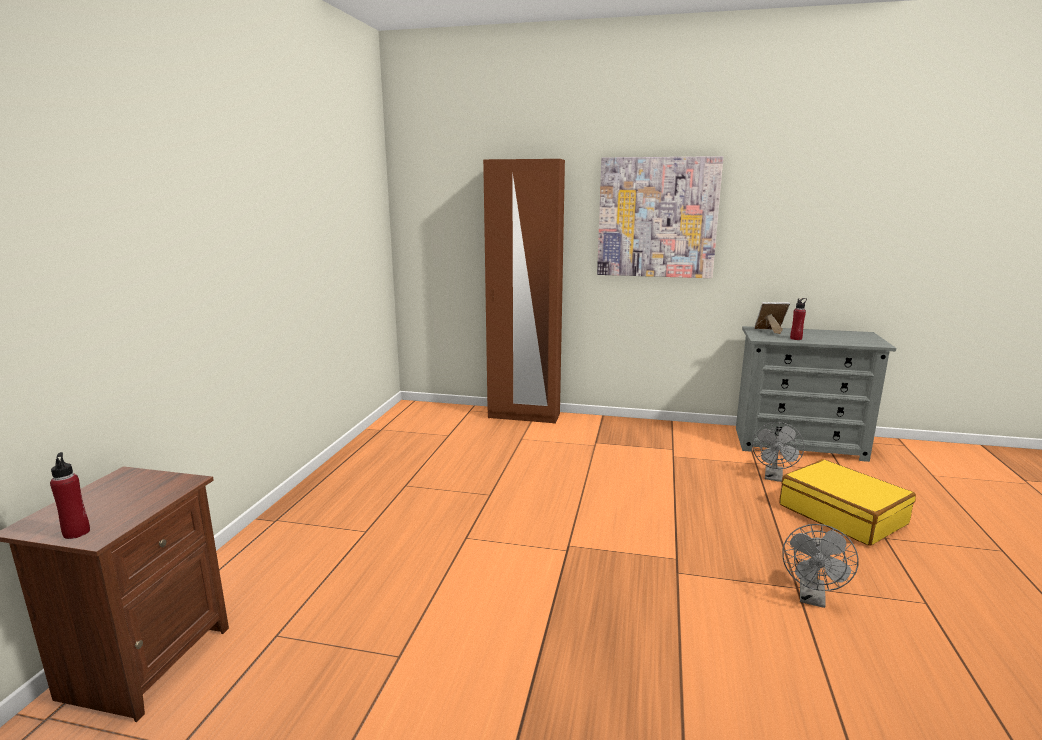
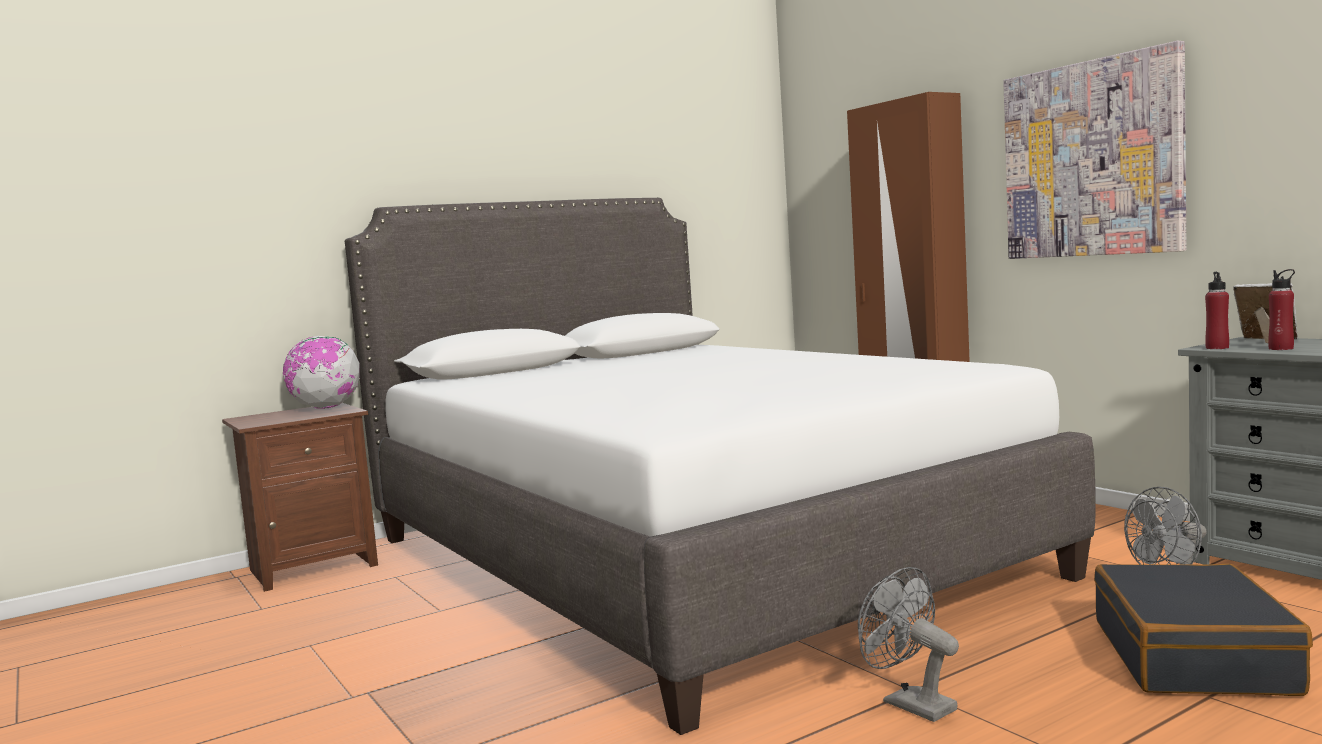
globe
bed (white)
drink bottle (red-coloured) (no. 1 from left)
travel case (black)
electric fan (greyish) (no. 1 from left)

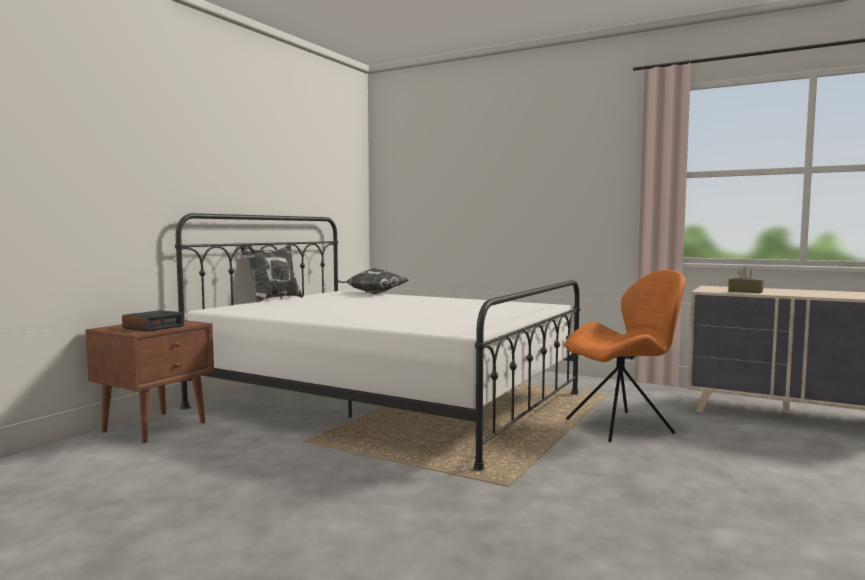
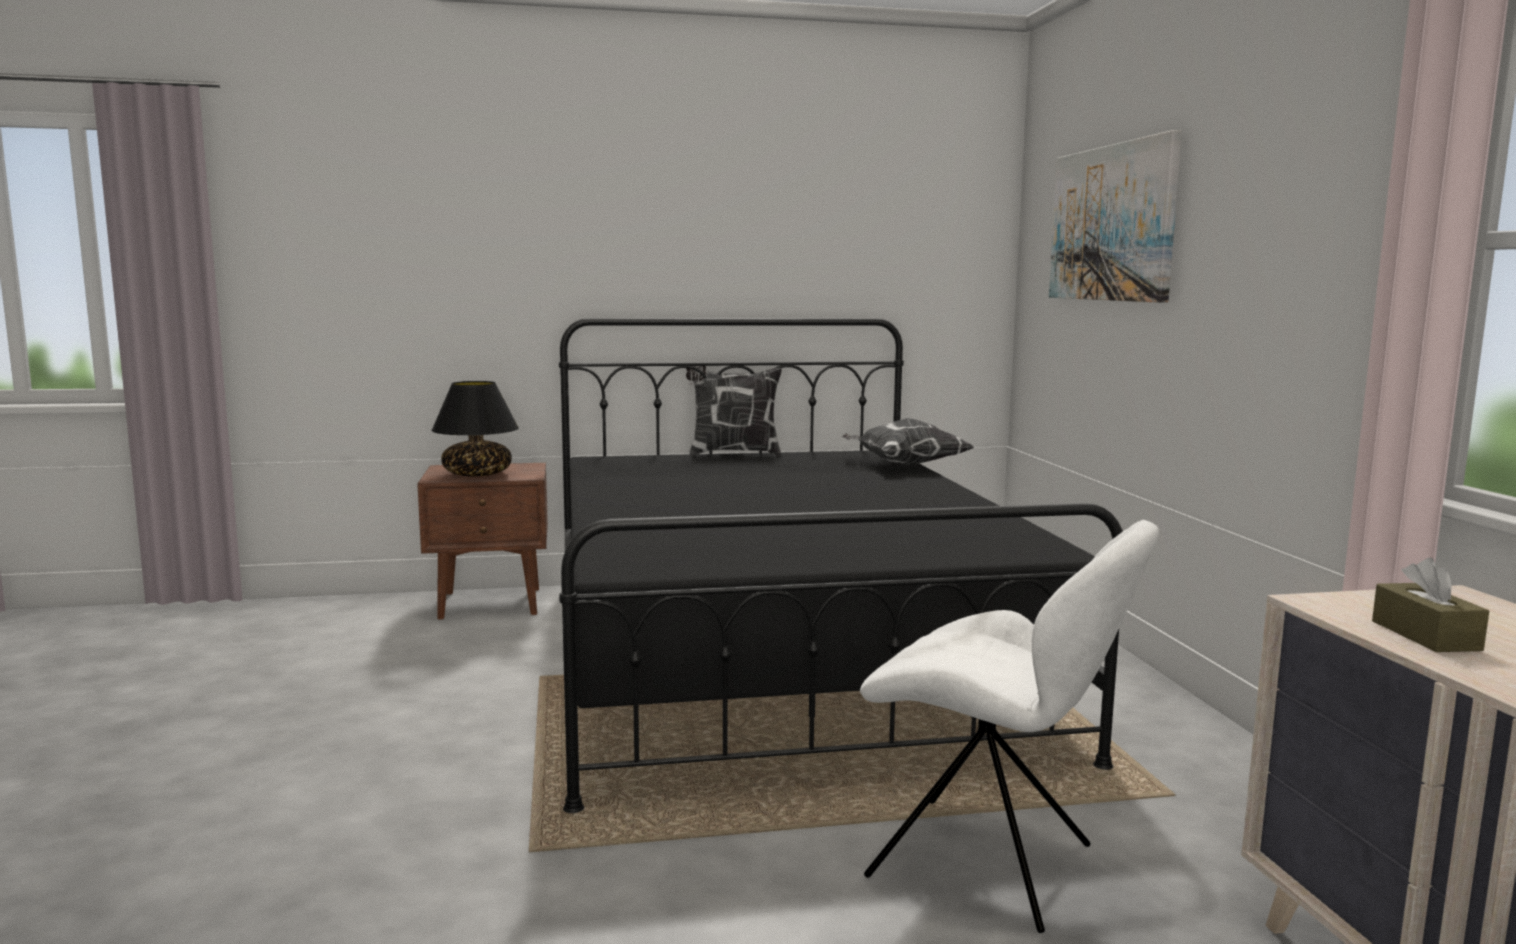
picture
table lamp (black)
bed (black)
upright chair (white)

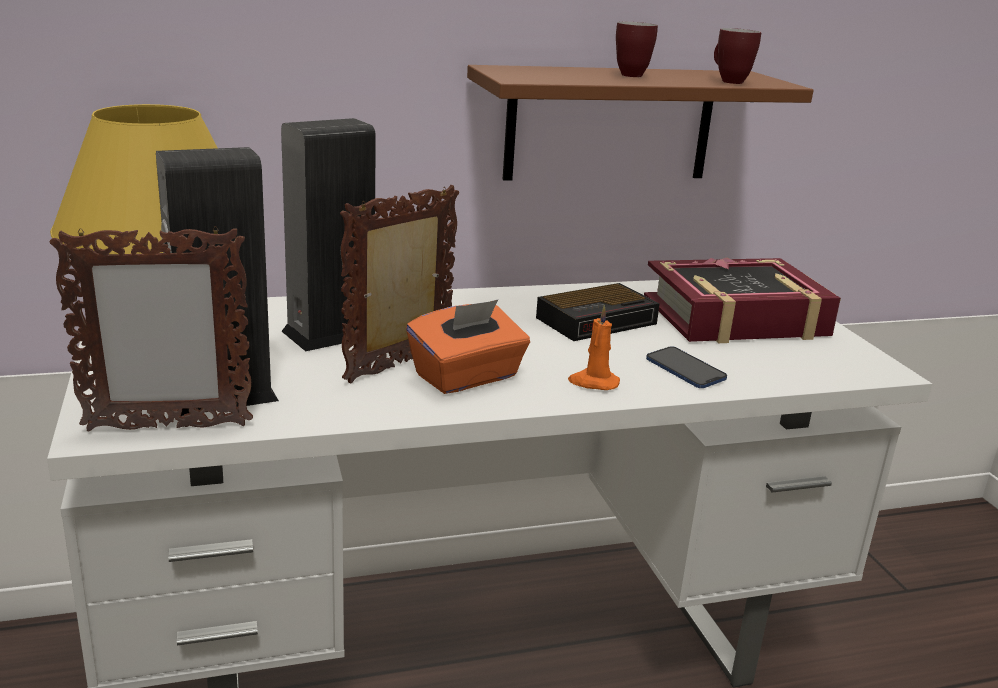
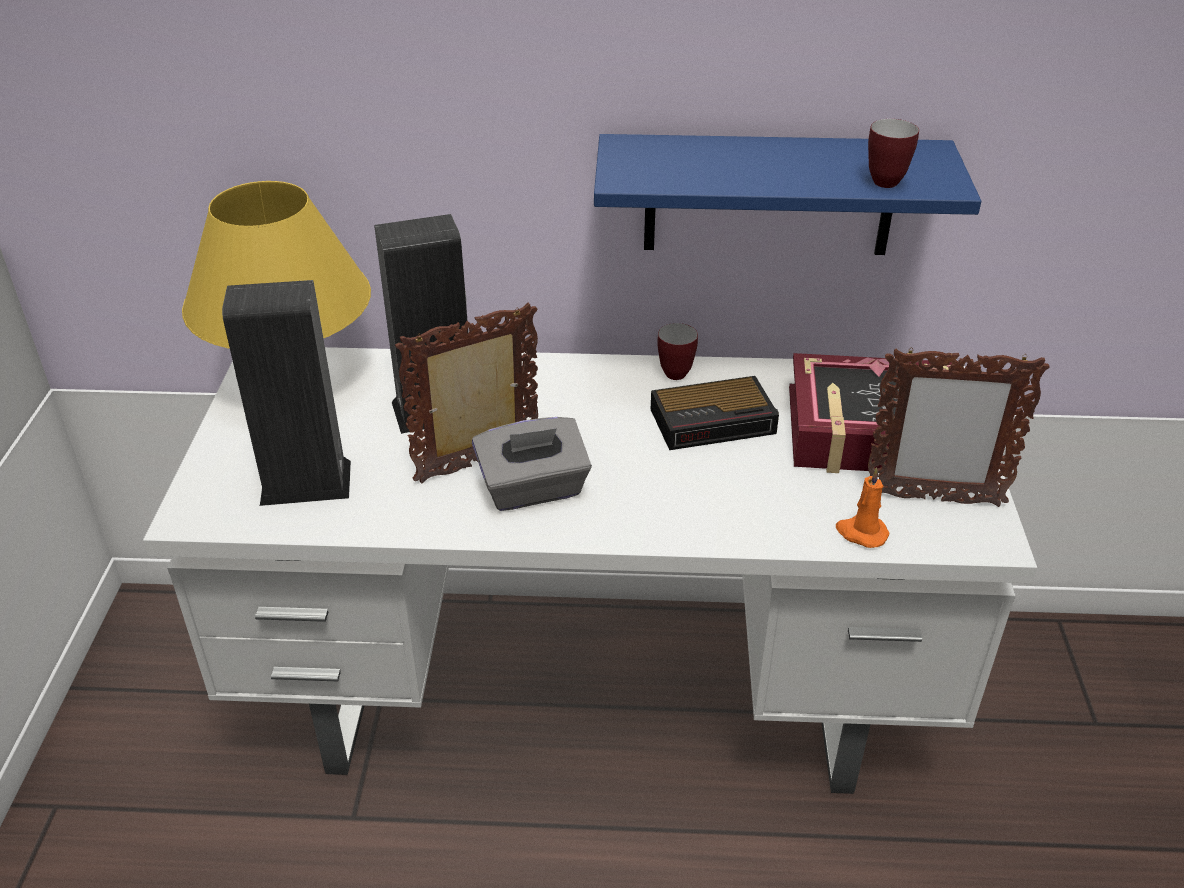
telephone
standing frame (no. 2 from left)
wax light (orange)
mug (no. 1 from left)
tissue holder (greyish)
bracket shelf (bluish)

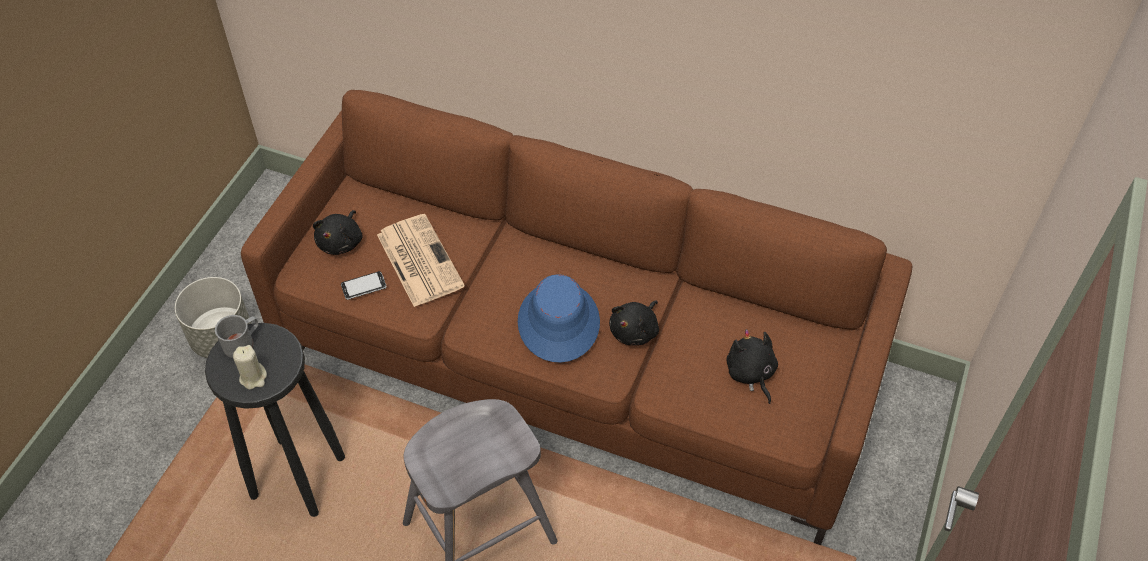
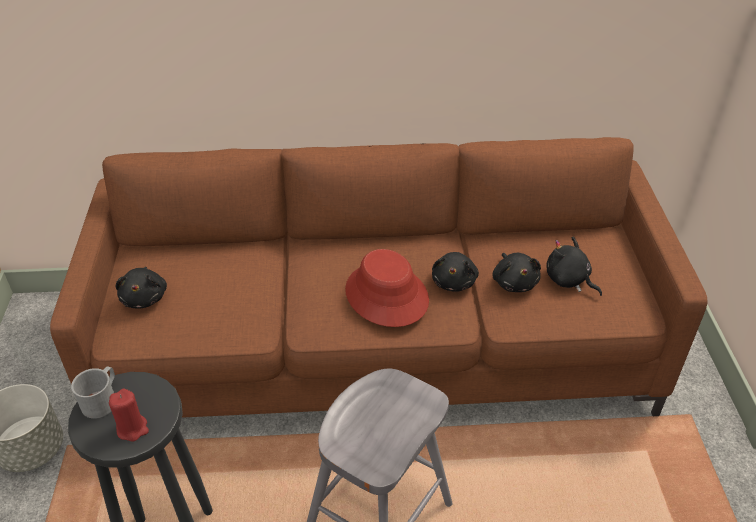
telephone
newspaper
cuddly toy (black) (no. 3 from left)
wax light (red-coloured)
wearable hat (red-coloured)

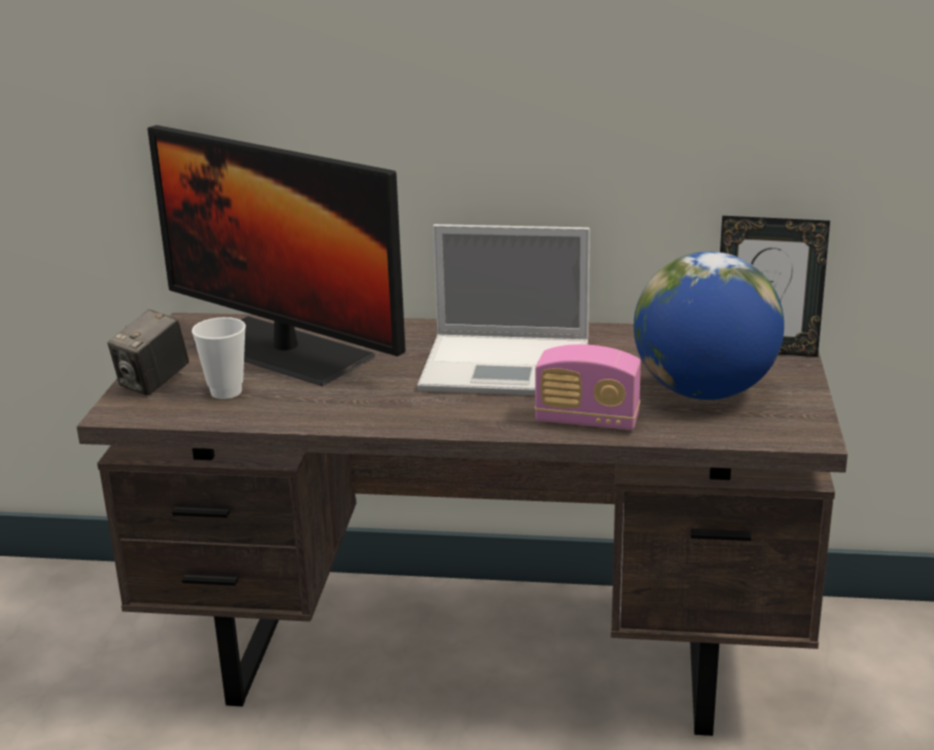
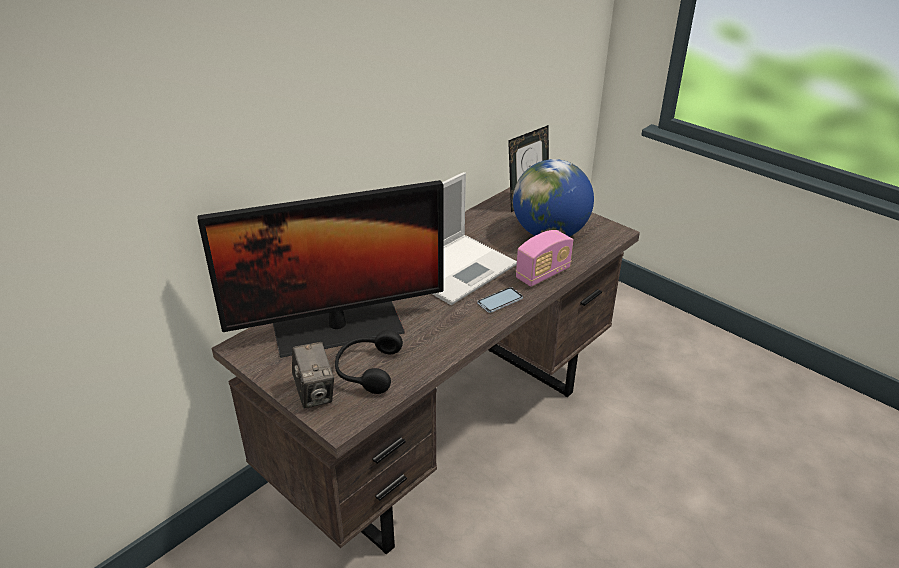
telephone
headset (black)

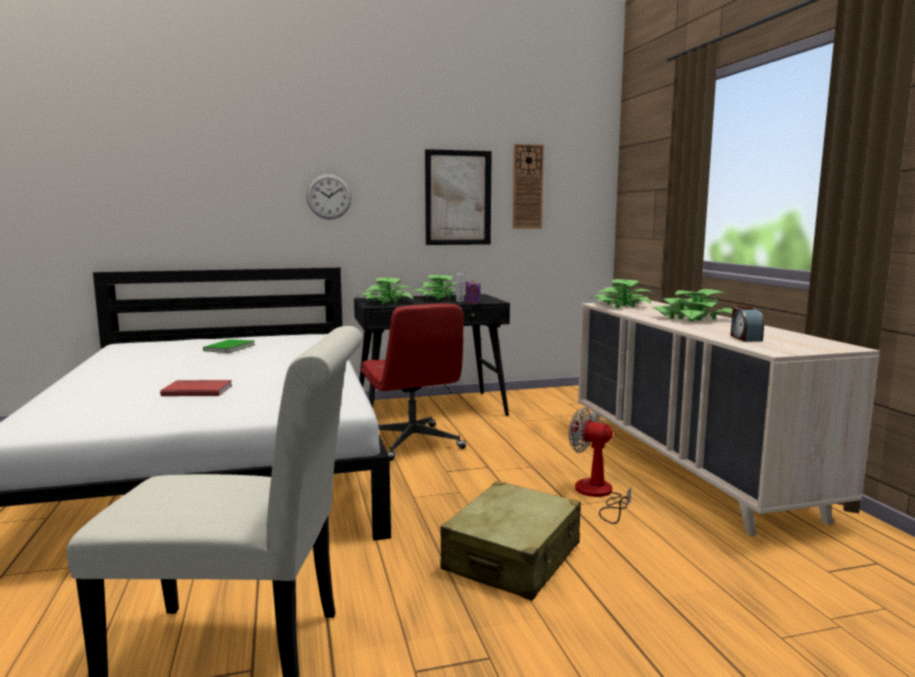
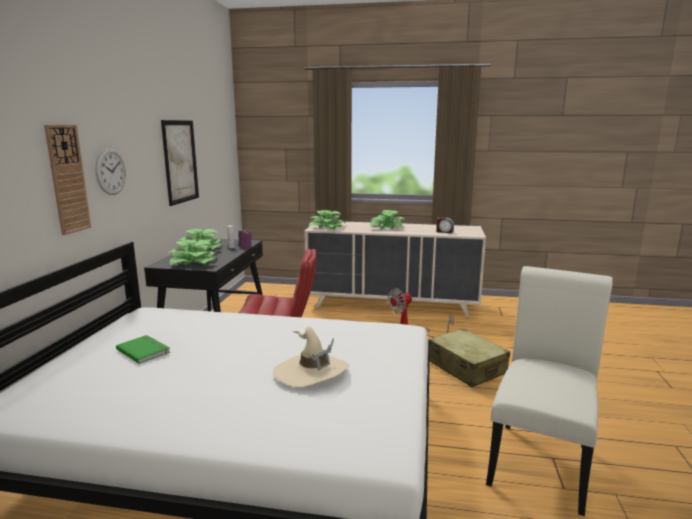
clock on the wall (no. 1 from left)
wearable hat (beige-coloured)

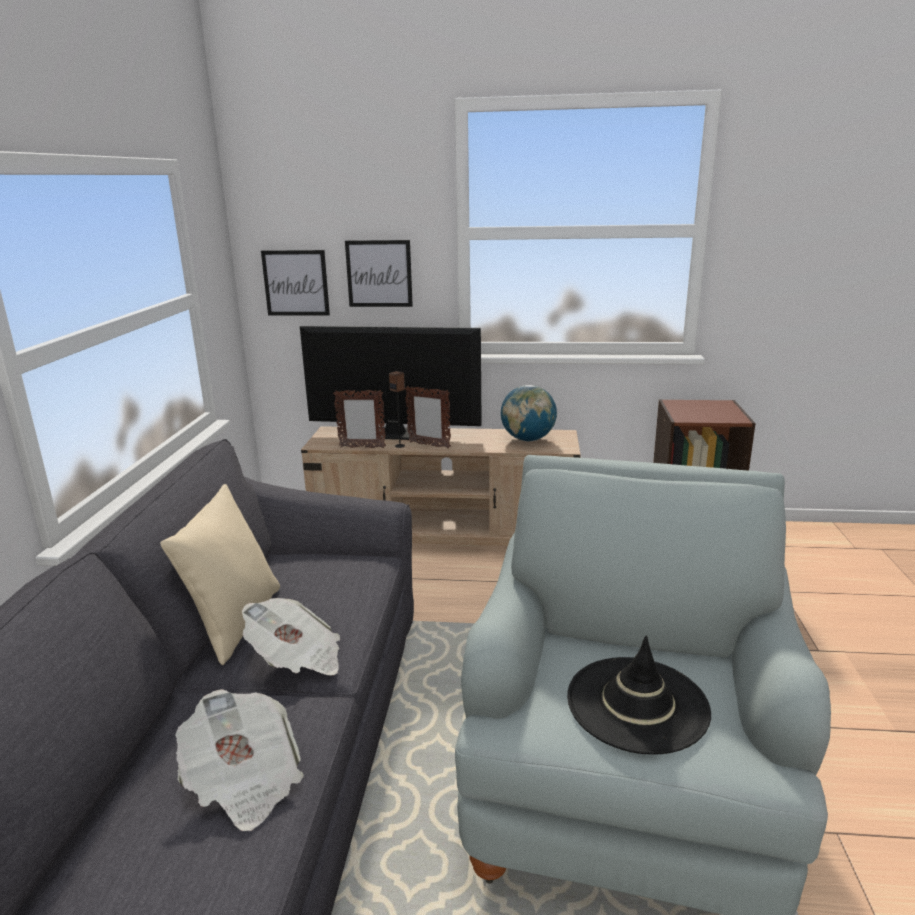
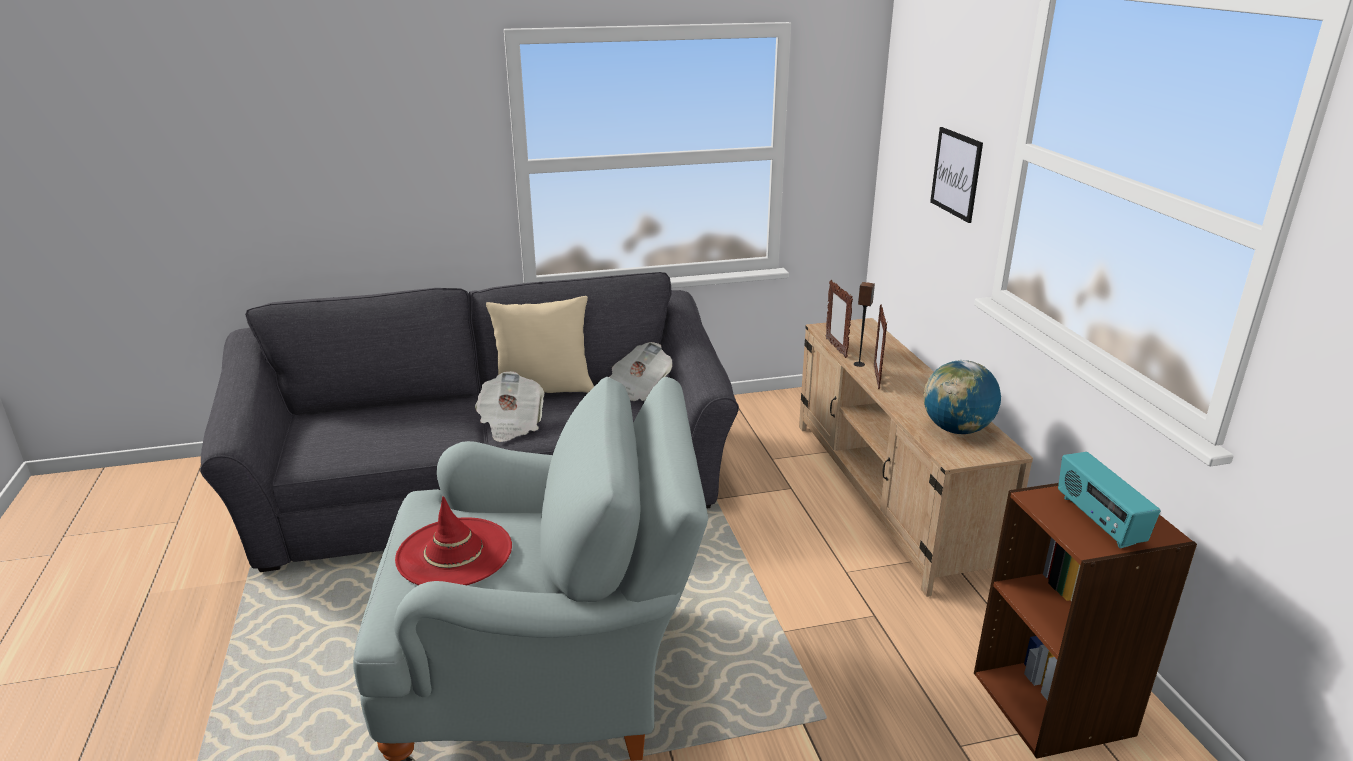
picture (no. 1 from left in the first image)
TV
radio
newspaper (no. 2 from left)
wearable hat (red-coloured)

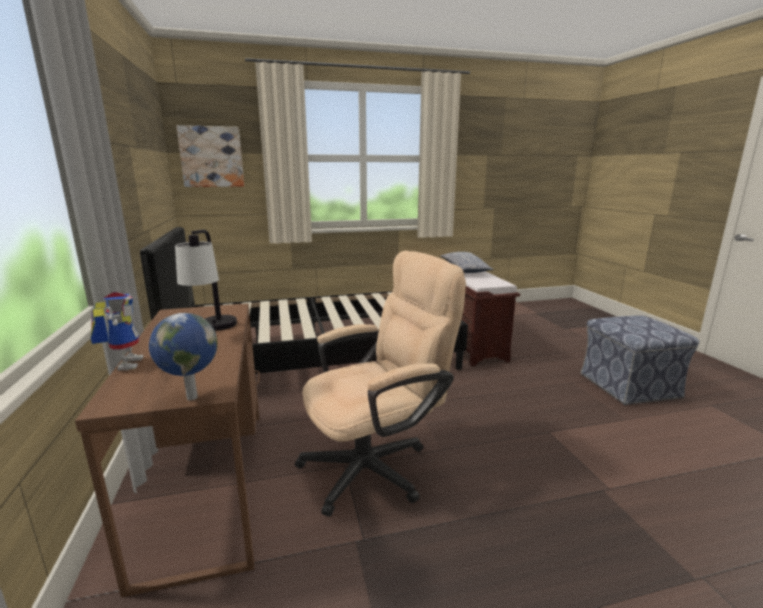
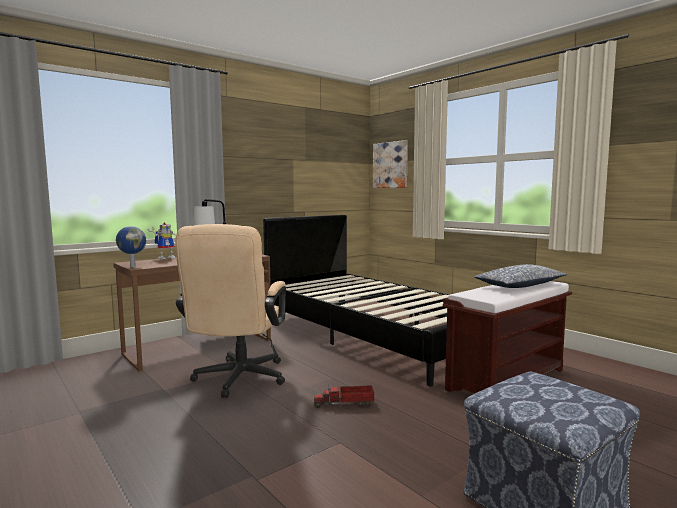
model truck
desk chair (beige-coloured)

